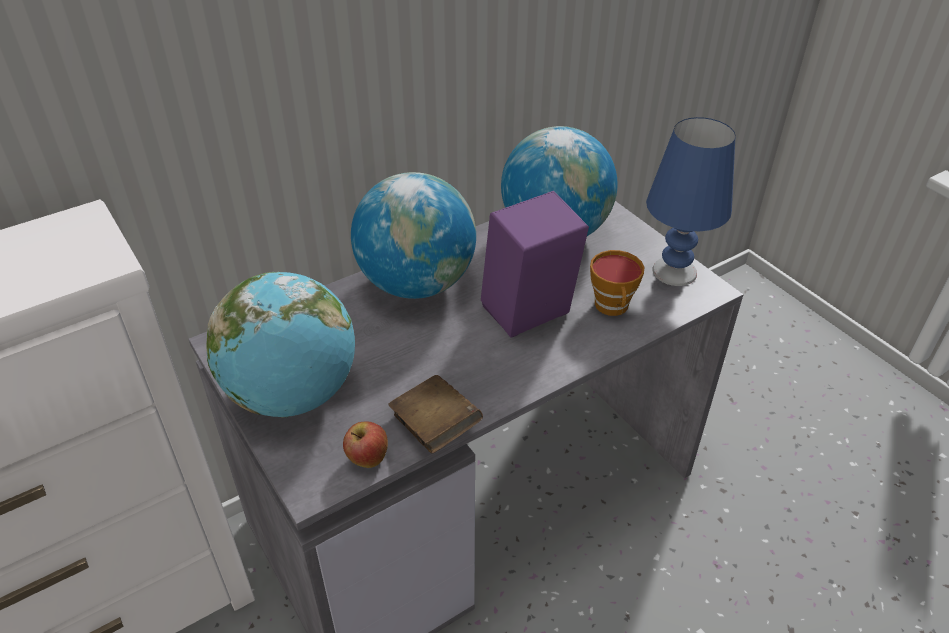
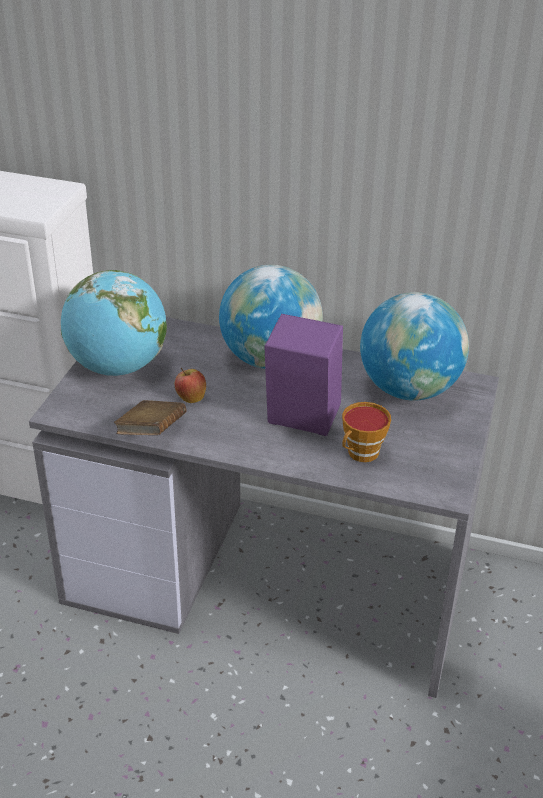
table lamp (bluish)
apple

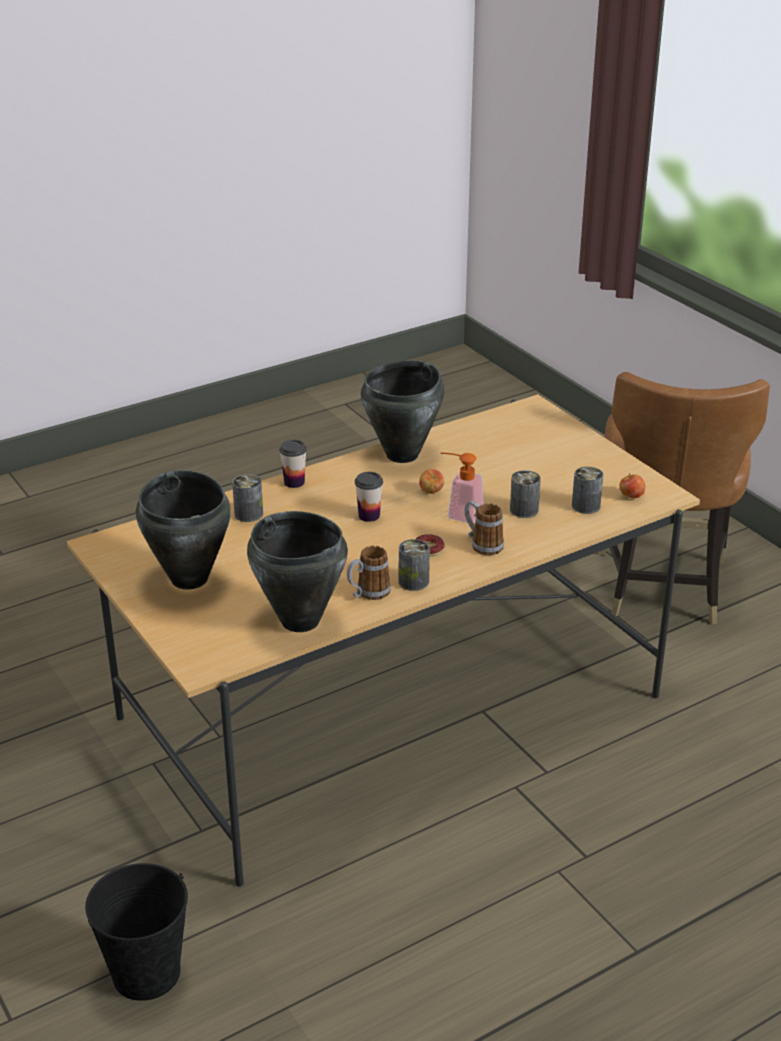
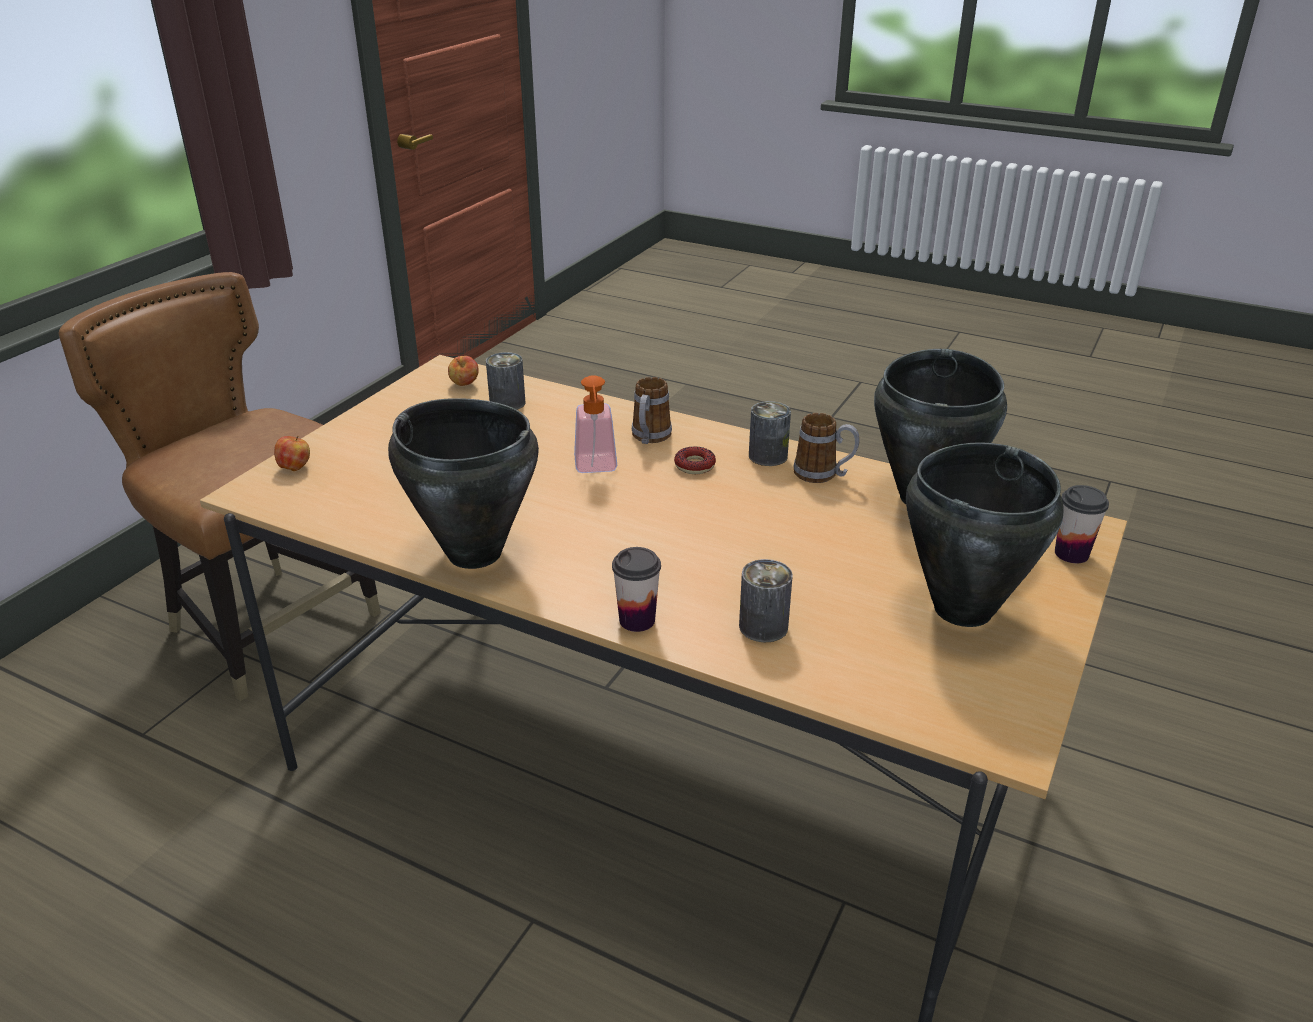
pail (black)
metal can (no. 3 from left in the first image)
small cup (no. 2 from left)
apple (no. 1 from left)
upright chair (brown-coloured)

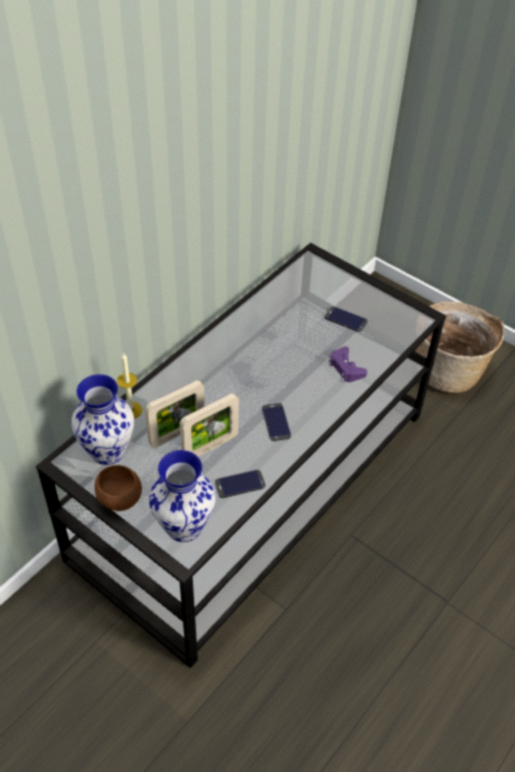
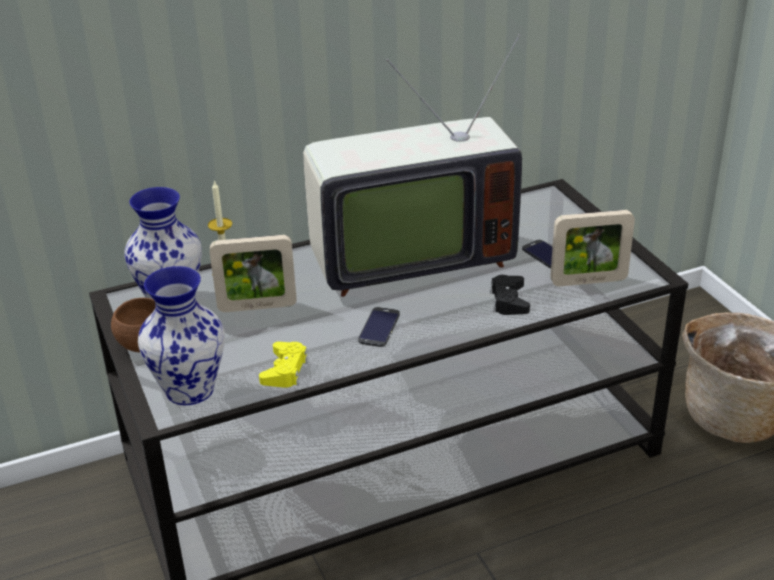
TV
standing frame (no. 2 from left)
game controller (yellow-coloured)
game controller (black)

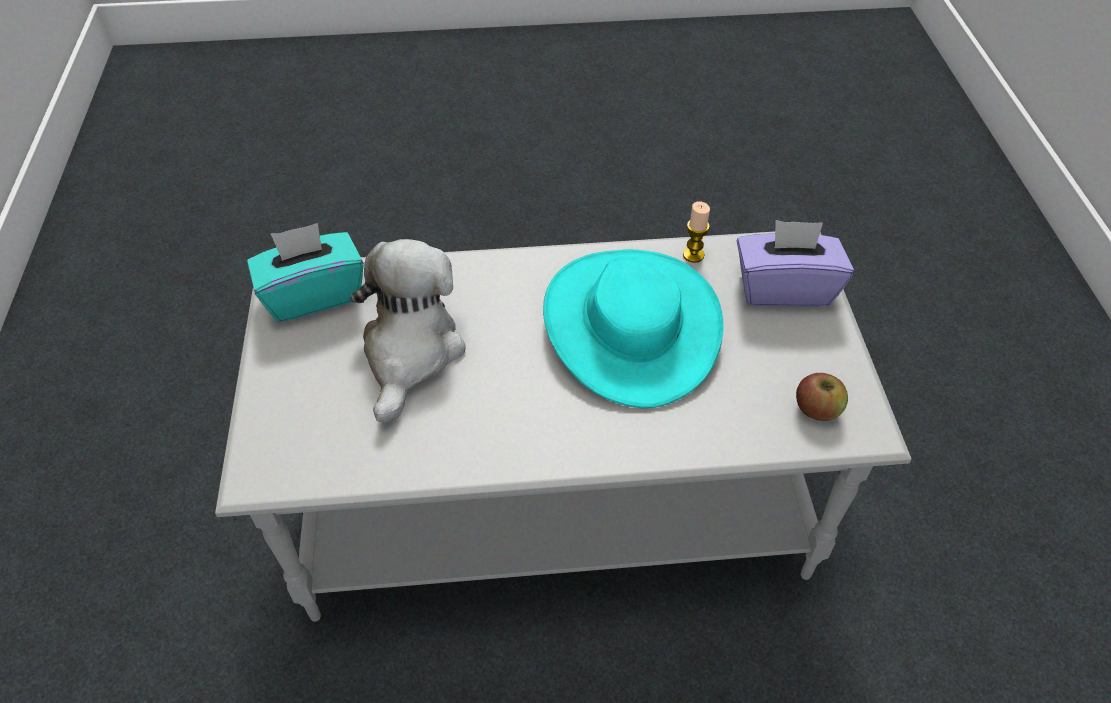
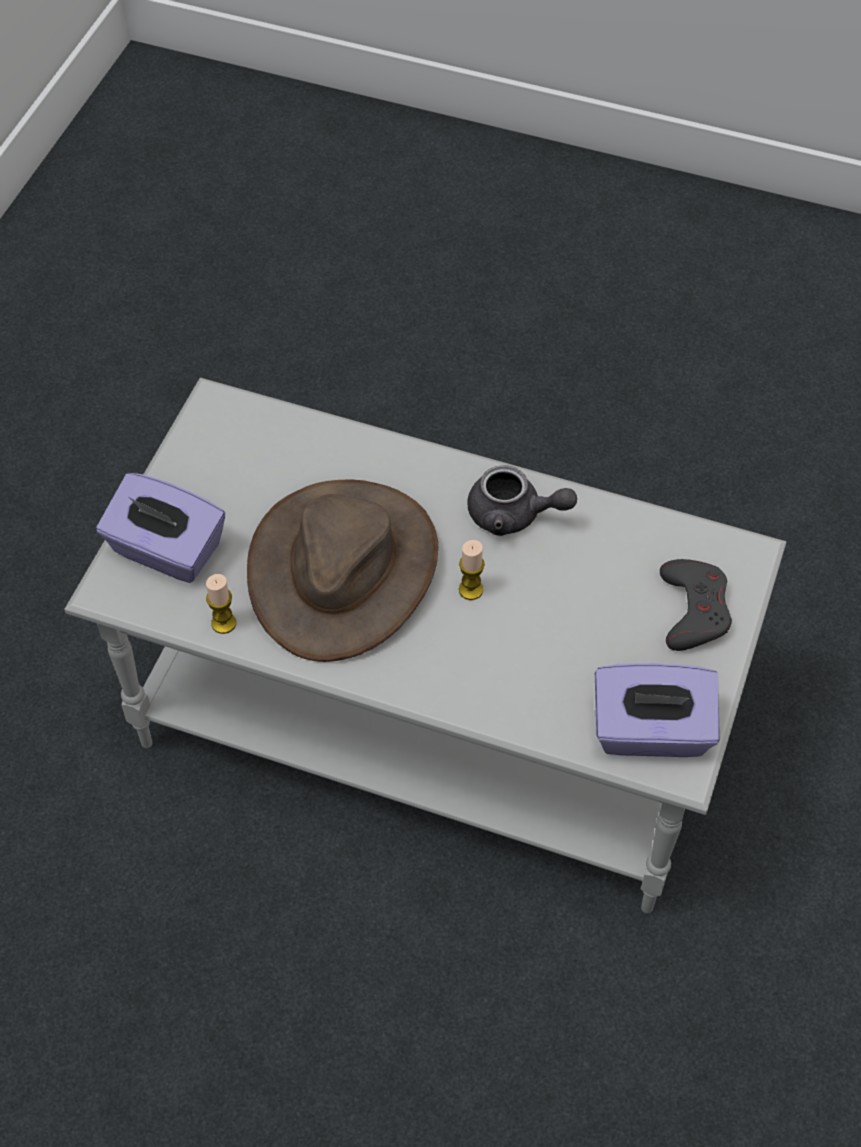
cuddly toy
apple
wax light (no. 2 from left)
teapot (greyish)
game controller (greyish)
tissue holder (purple) (no. 2 from left)
wearable hat (brown-coloured)

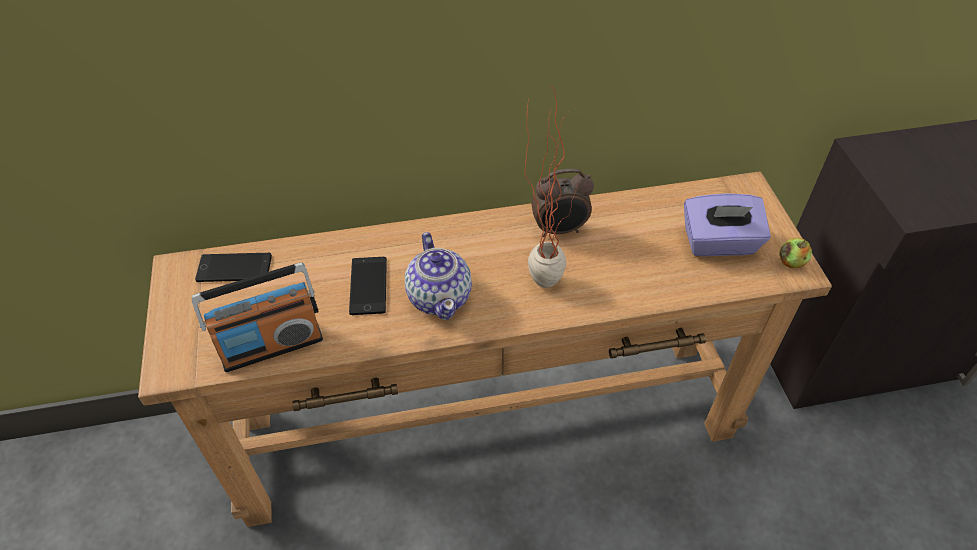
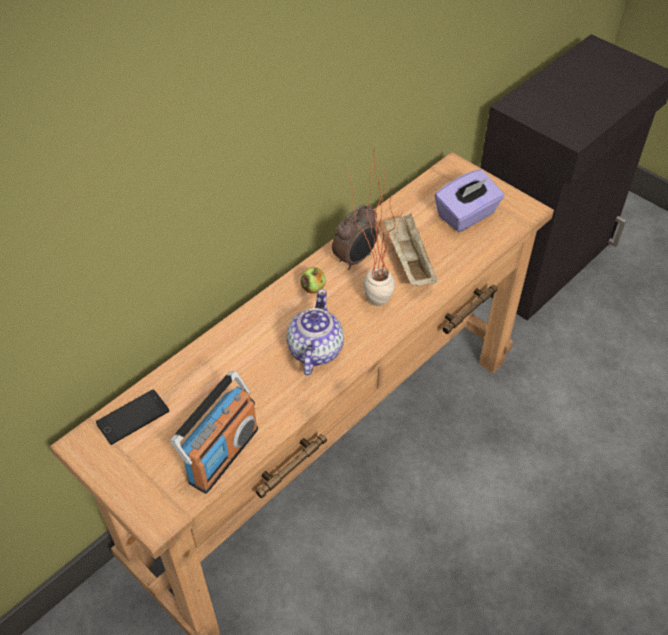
telephone (no. 2 from left in the first image)
carrying tray (beige-coloured)
apple
teapot

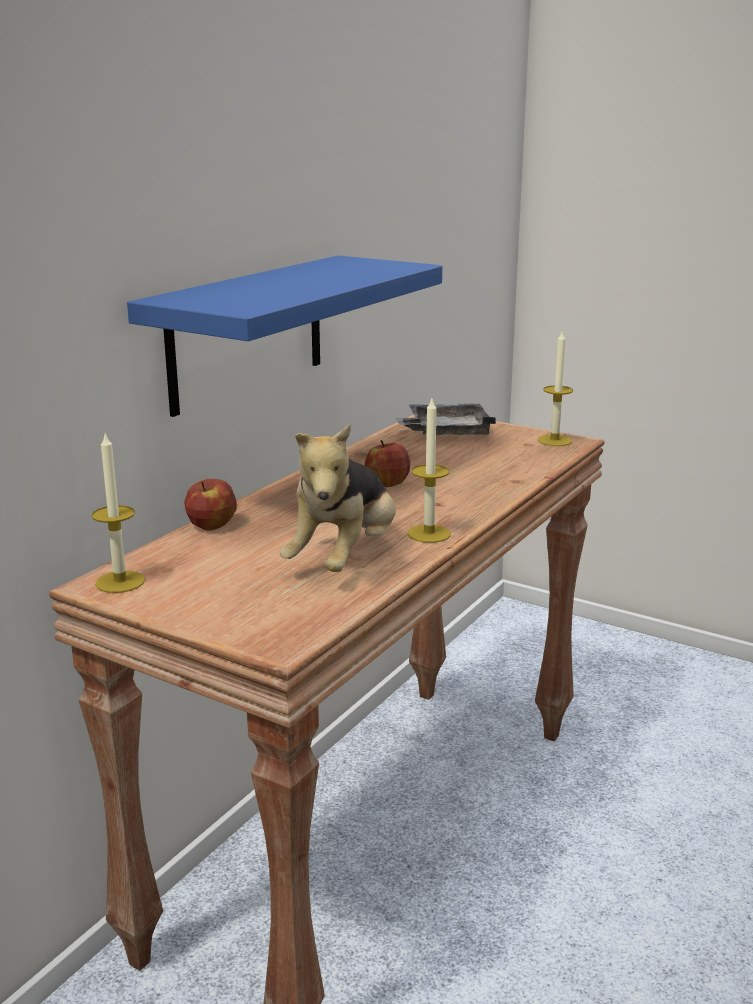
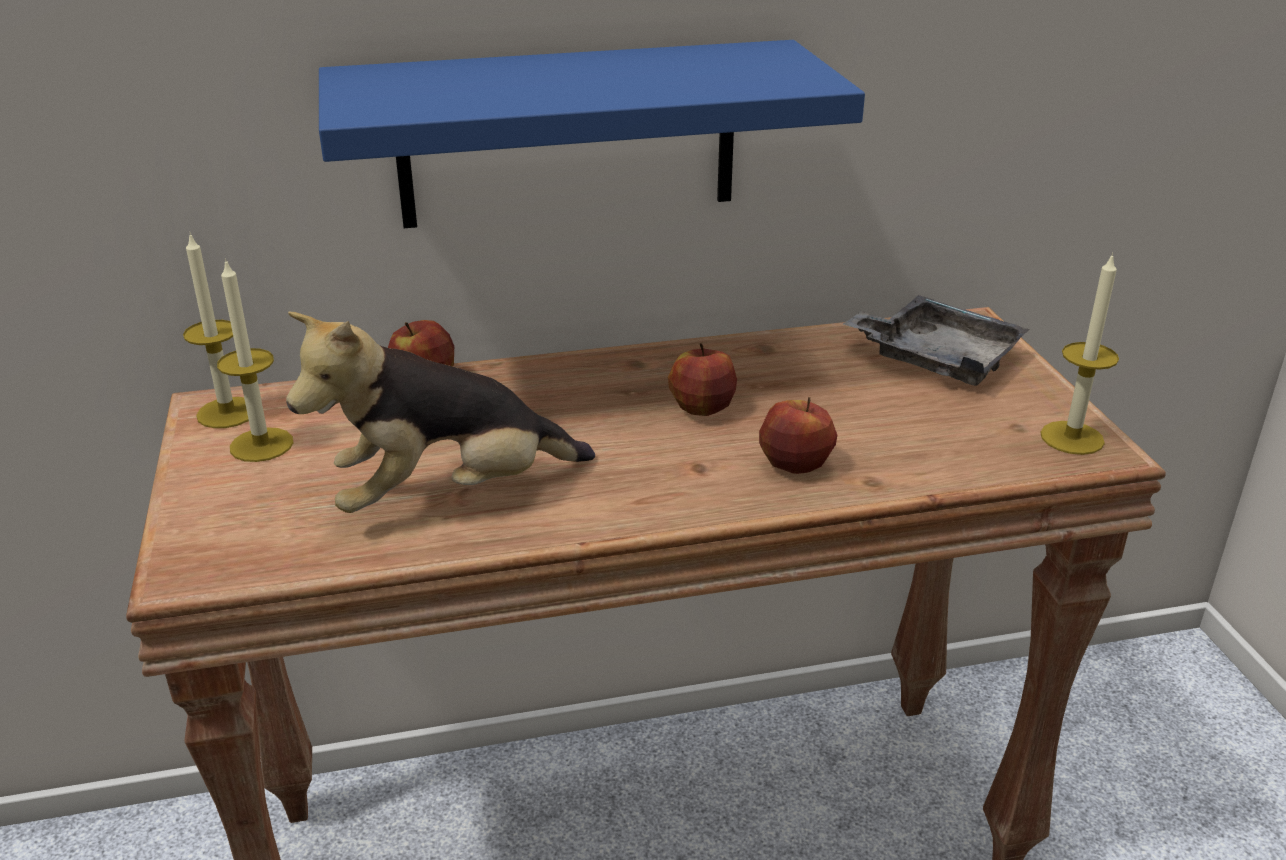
apple (no. 3 from left)
wax light (no. 2 from left)

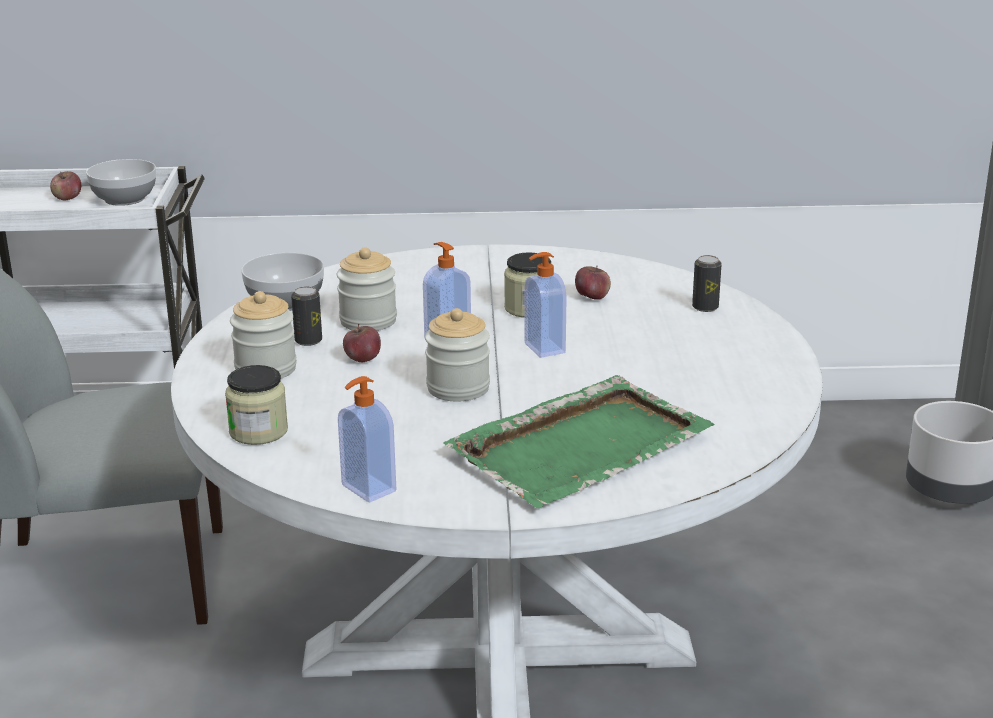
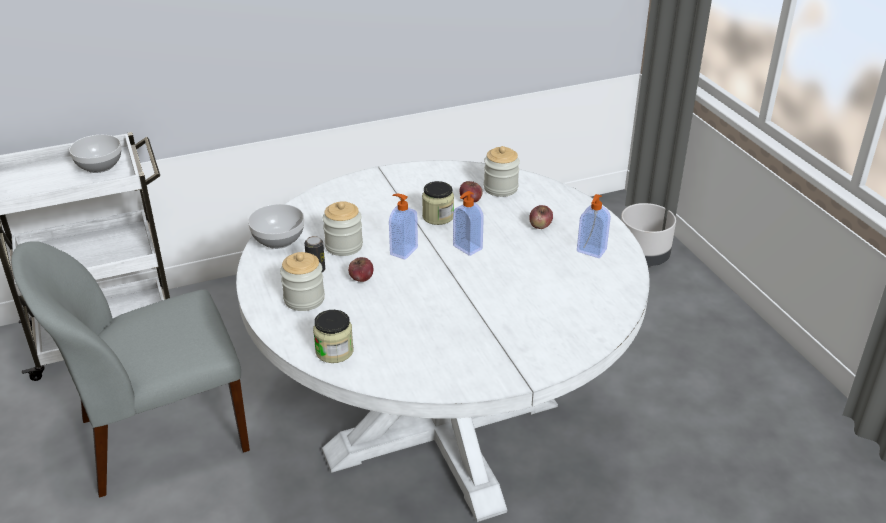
carrying tray (green-coloured)
metal can (no. 2 from left in the first image)
apple (no. 3 from left)
soap dispenser (no. 3 from left)
preserve jar (no. 5 from left)

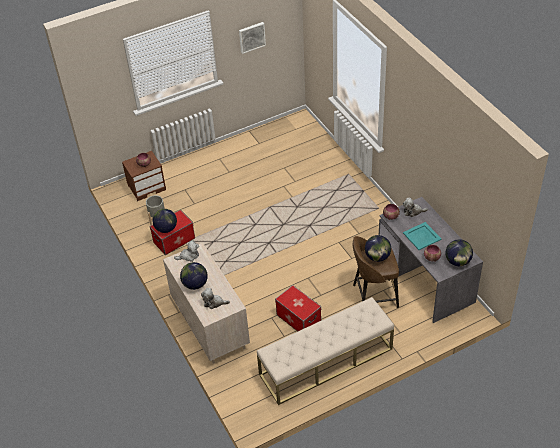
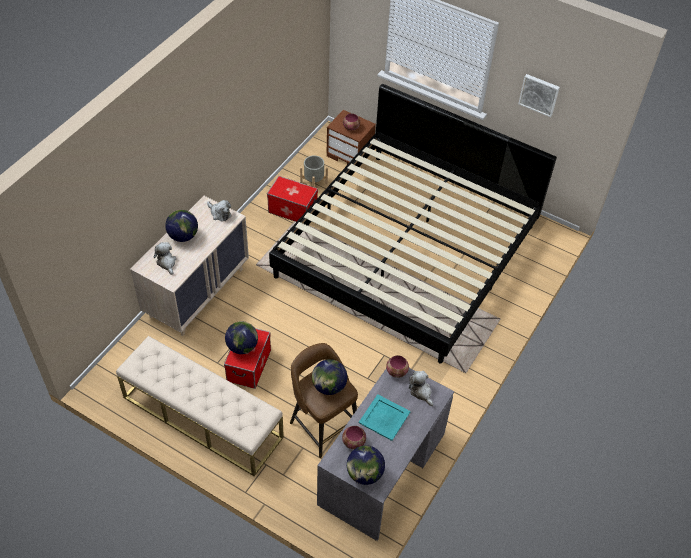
bed
globe (no. 2 from left)

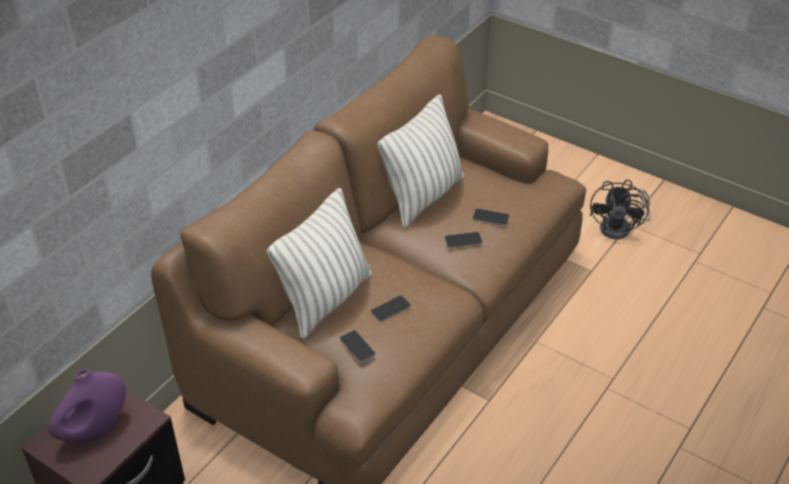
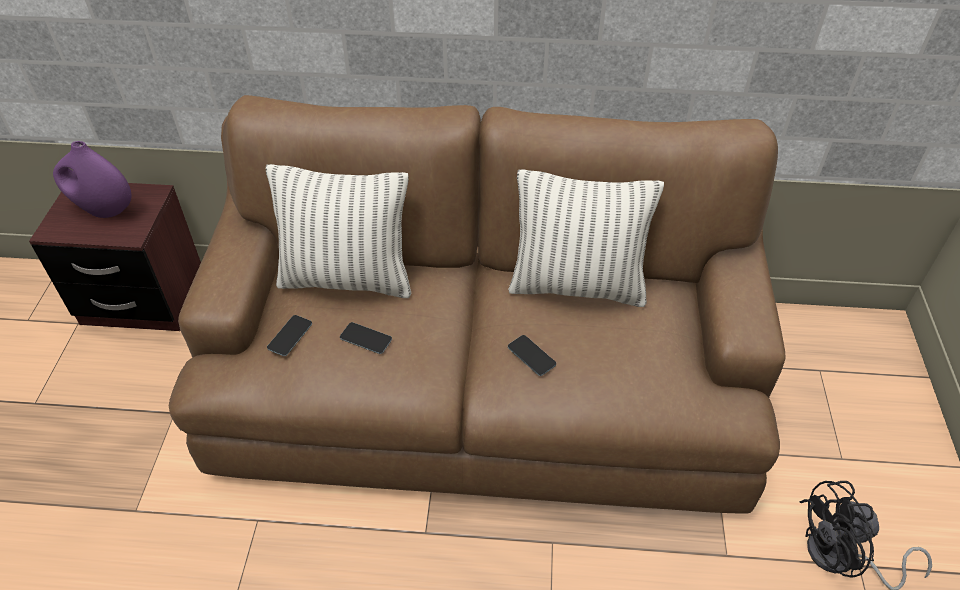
telephone (no. 4 from left in the first image)

